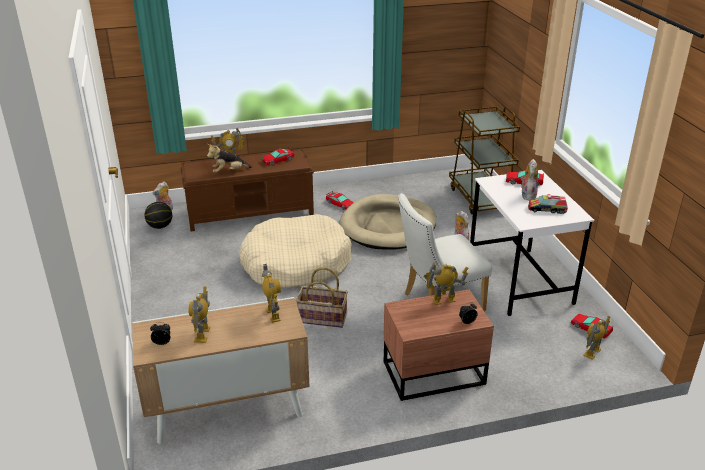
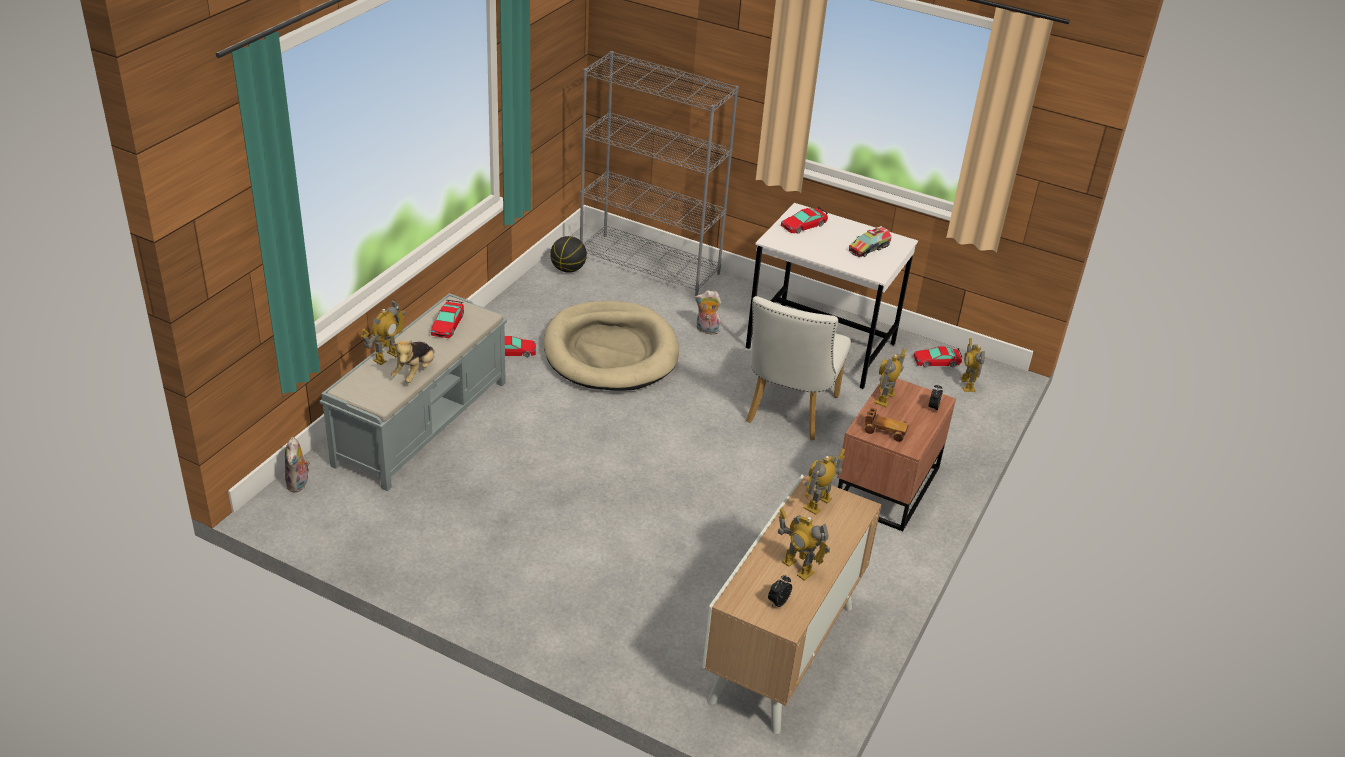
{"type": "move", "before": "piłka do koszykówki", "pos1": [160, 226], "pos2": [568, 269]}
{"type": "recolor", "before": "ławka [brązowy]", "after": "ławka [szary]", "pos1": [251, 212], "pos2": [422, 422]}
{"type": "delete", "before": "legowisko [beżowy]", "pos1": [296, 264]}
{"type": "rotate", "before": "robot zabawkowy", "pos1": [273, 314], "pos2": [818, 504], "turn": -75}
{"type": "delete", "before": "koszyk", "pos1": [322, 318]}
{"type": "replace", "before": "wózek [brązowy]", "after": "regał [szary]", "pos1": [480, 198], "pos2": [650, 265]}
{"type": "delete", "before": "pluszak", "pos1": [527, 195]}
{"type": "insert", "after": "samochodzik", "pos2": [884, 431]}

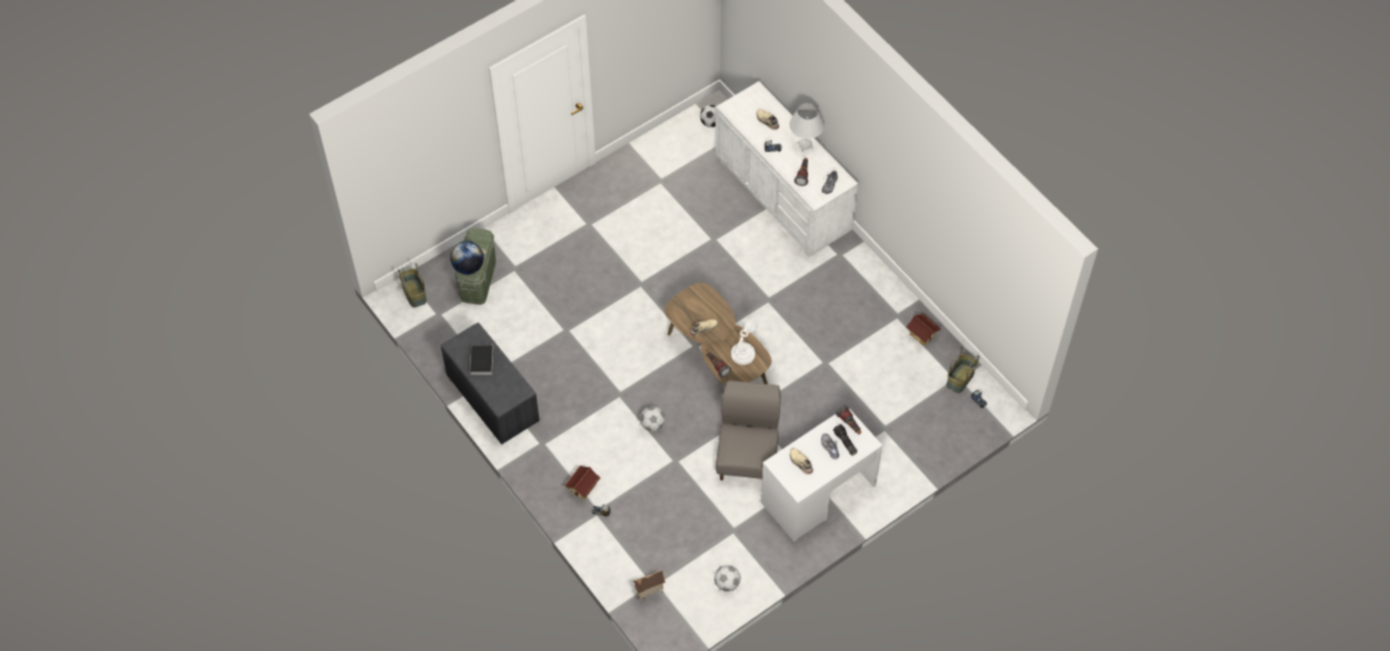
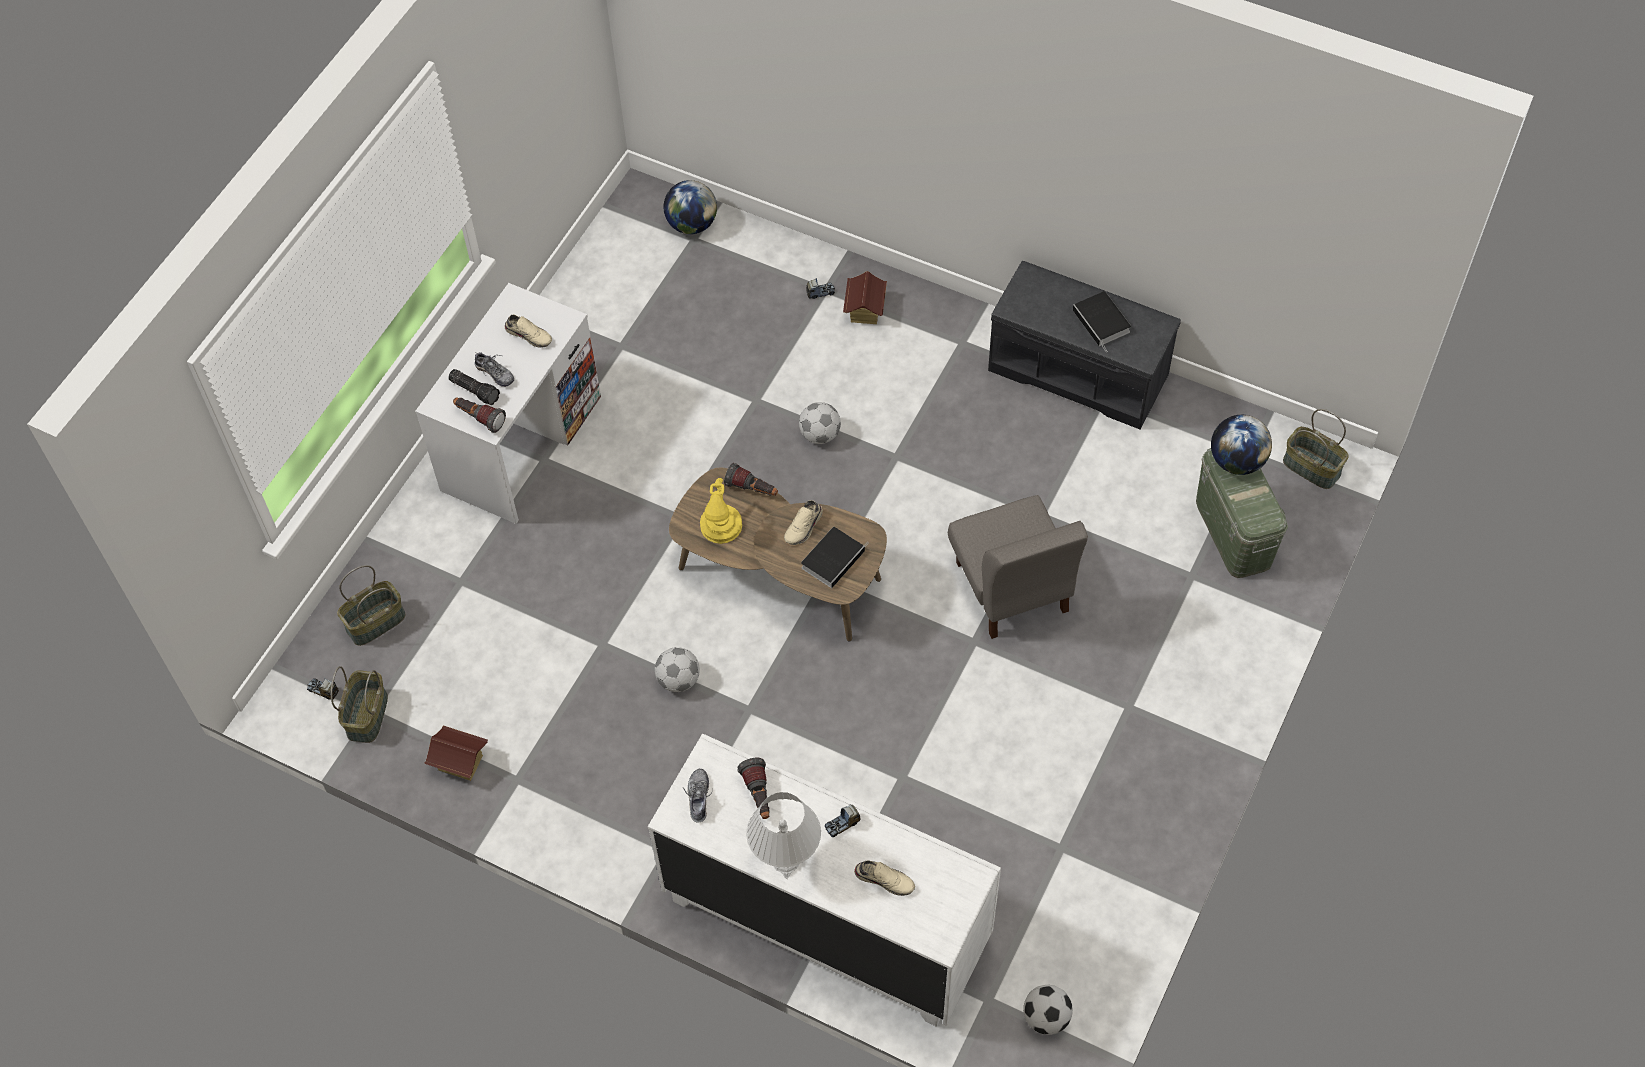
{"type": "replace", "before": "domek", "after": "globus", "pos1": [650, 595], "pos2": [692, 224]}
{"type": "move", "before": "piłka futbolowa", "pos1": [727, 583], "pos2": [678, 679]}
{"type": "move", "before": "krzesło [szary]", "pos1": [747, 457], "pos2": [1011, 588]}
{"type": "recolor", "before": "lampa stołowa [biały]", "after": "lampa stołowa [żółty]", "pos1": [743, 352], "pos2": [721, 529]}
{"type": "insert", "after": "koszyk", "pos2": [375, 623]}
{"type": "insert", "after": "książka", "pos2": [833, 558]}

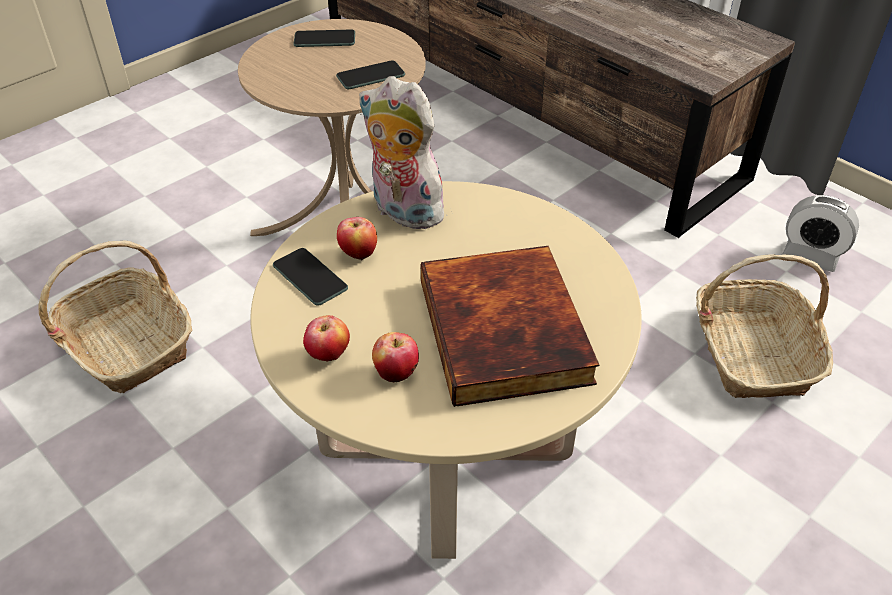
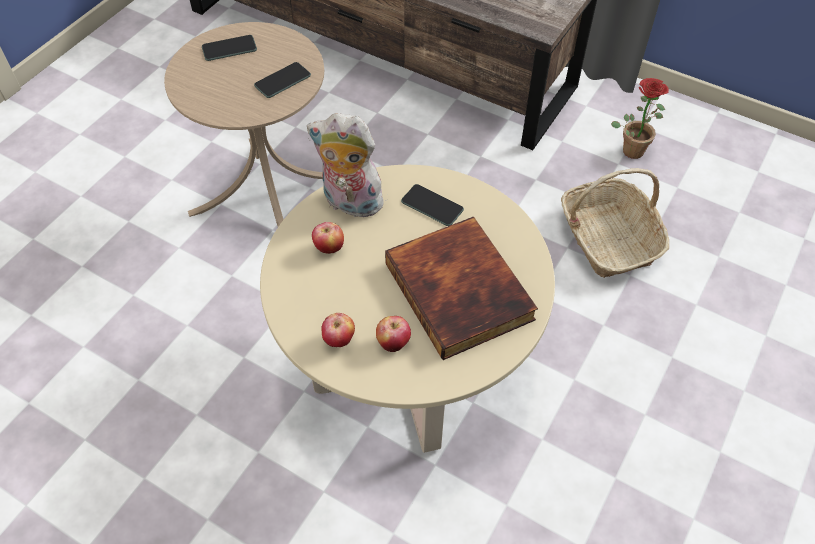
{"type": "delete", "before": "koszyk", "pos1": [127, 344]}
{"type": "move", "before": "telefon", "pos1": [310, 277], "pos2": [432, 206]}
{"type": "replace", "before": "budzik", "after": "roślina doniczkowa", "pos1": [810, 256], "pos2": [633, 147]}

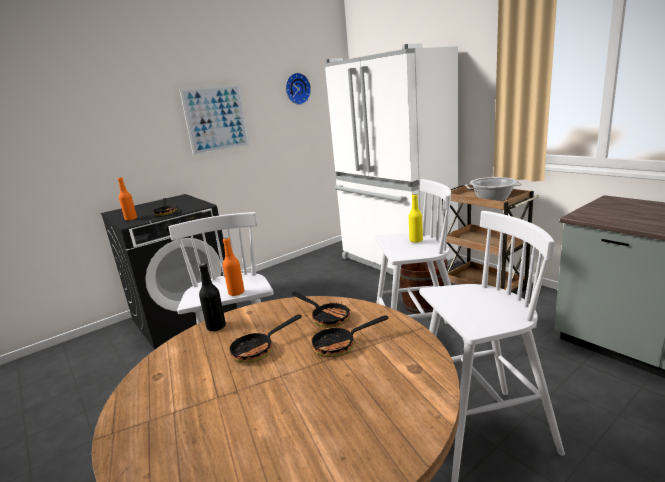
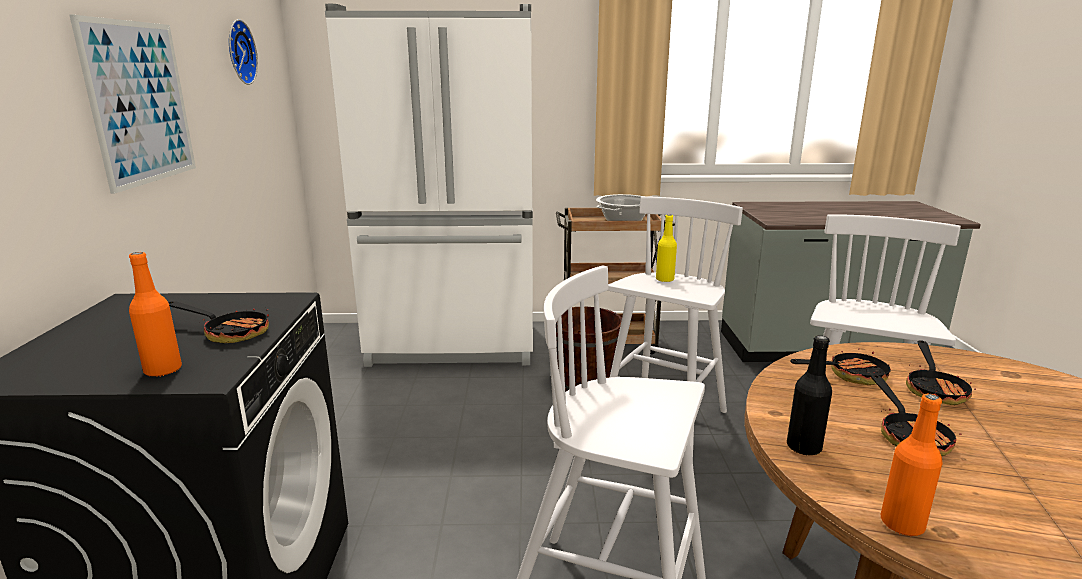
{"type": "move", "before": "butelka [pomarańczowy]", "pos1": [236, 293], "pos2": [902, 524]}

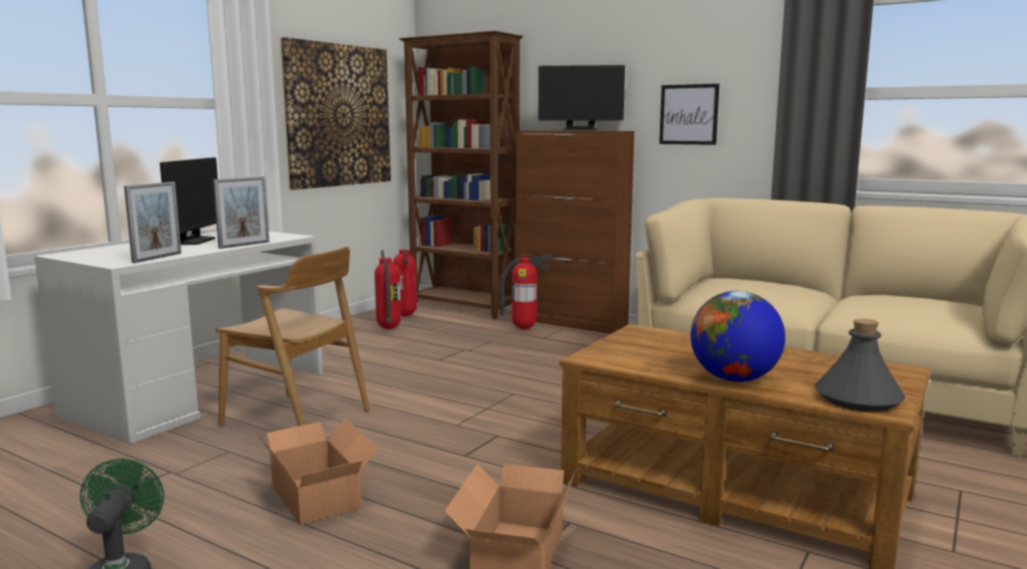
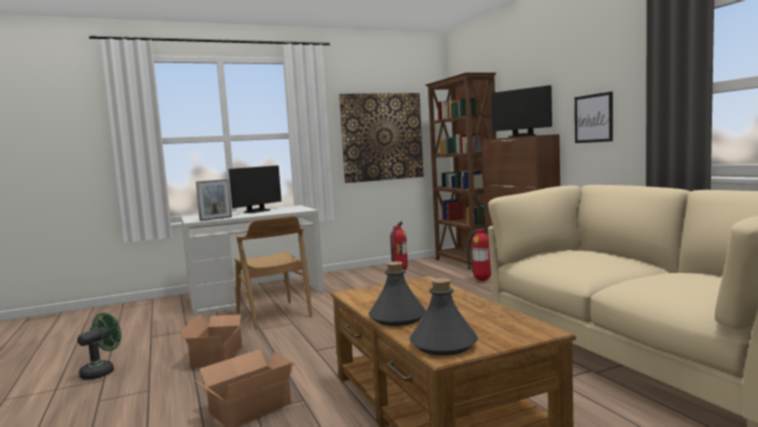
{"type": "delete", "before": "ramka na zdjęcie", "pos1": [244, 245]}
{"type": "delete", "before": "gaśnica", "pos1": [406, 316]}
{"type": "replace", "before": "globus", "after": "butelka [szary]", "pos1": [734, 379], "pos2": [397, 318]}

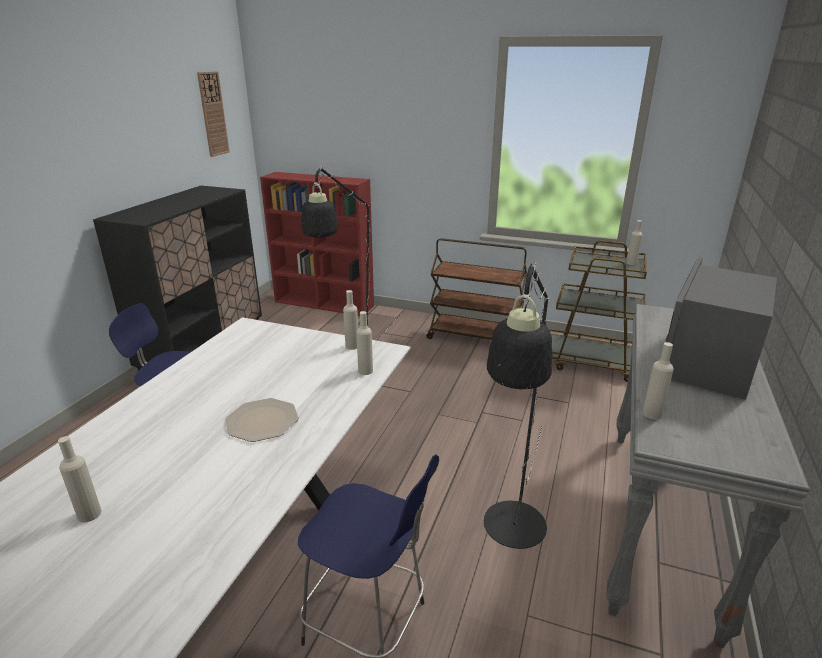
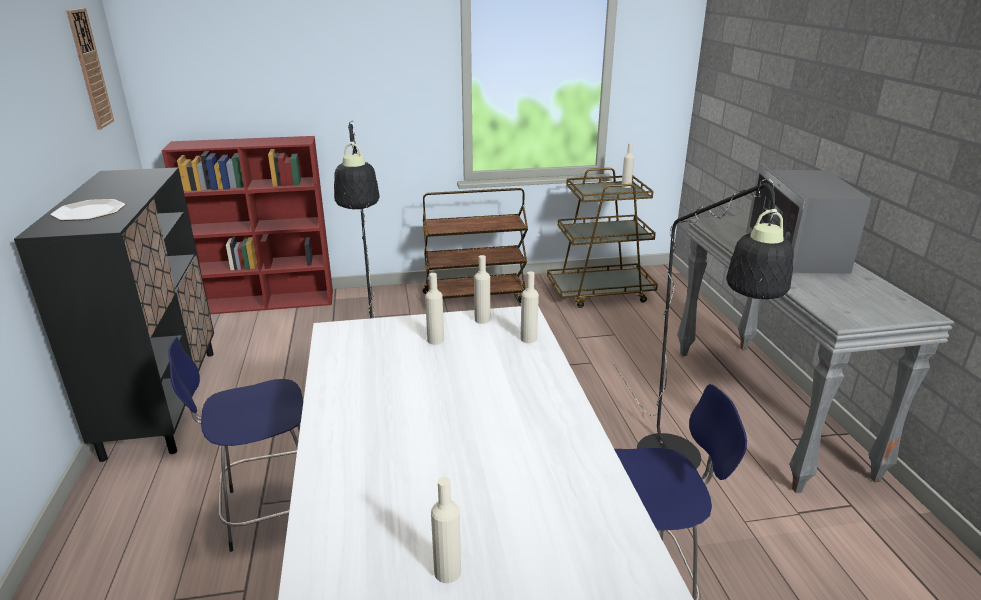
{"type": "move", "before": "talerz", "pos1": [263, 421], "pos2": [90, 211]}
{"type": "move", "before": "butelka [beżowy]", "pos1": [652, 414], "pos2": [435, 340]}

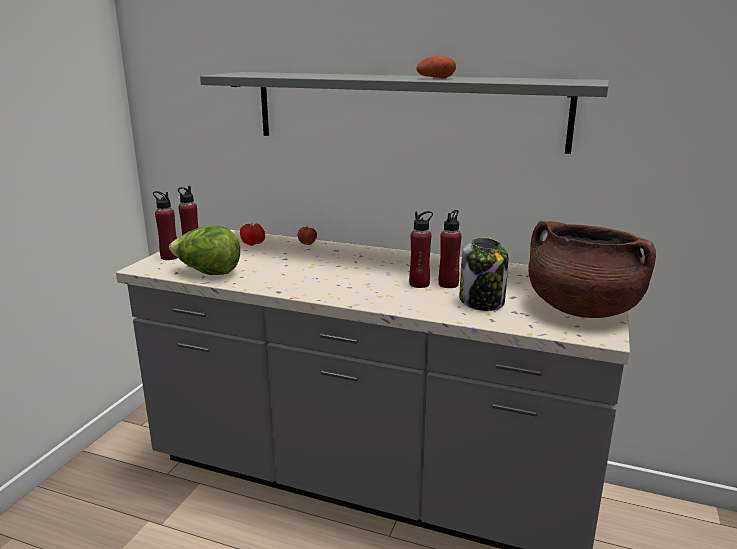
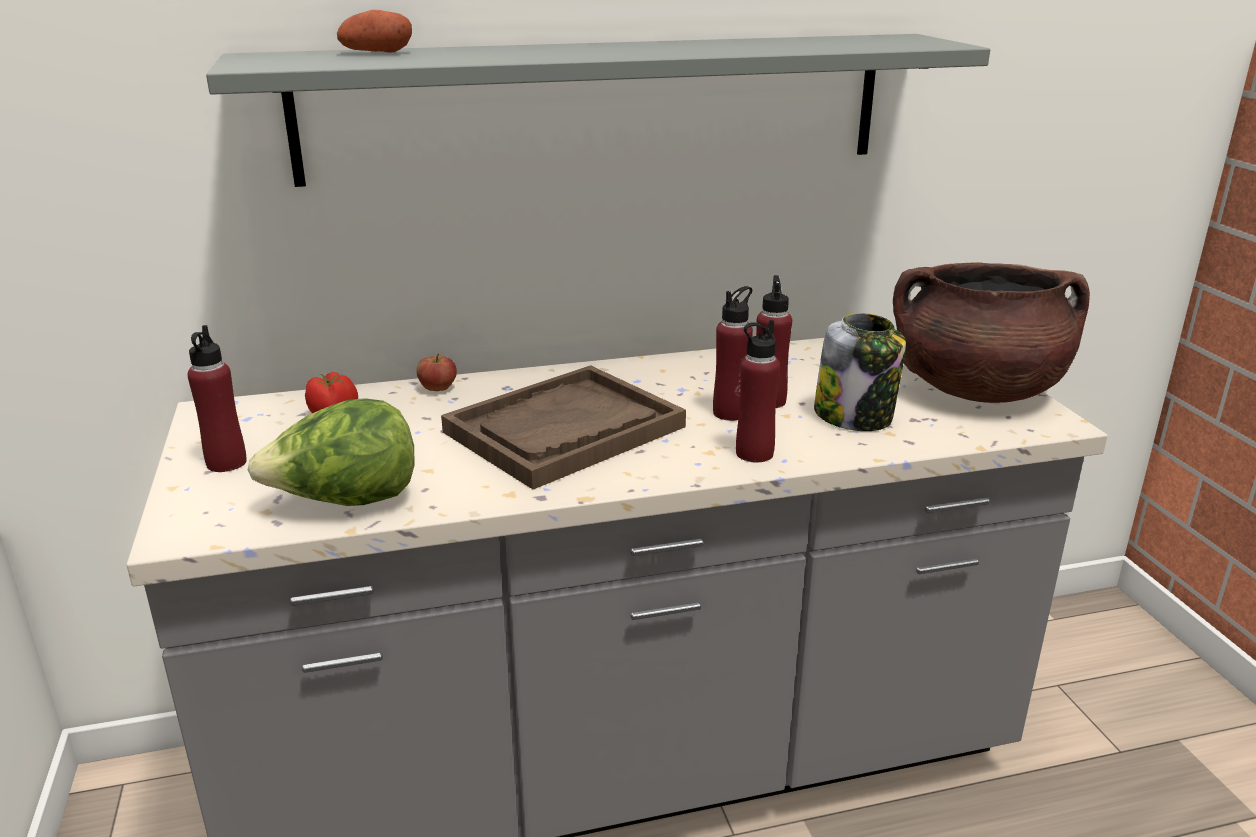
{"type": "move", "before": "butelka [czerwony]", "pos1": [170, 257], "pos2": [754, 453]}
{"type": "move", "before": "ziemniak", "pos1": [435, 78], "pos2": [376, 53]}
{"type": "insert", "after": "taca [brązowy]", "pos2": [564, 430]}

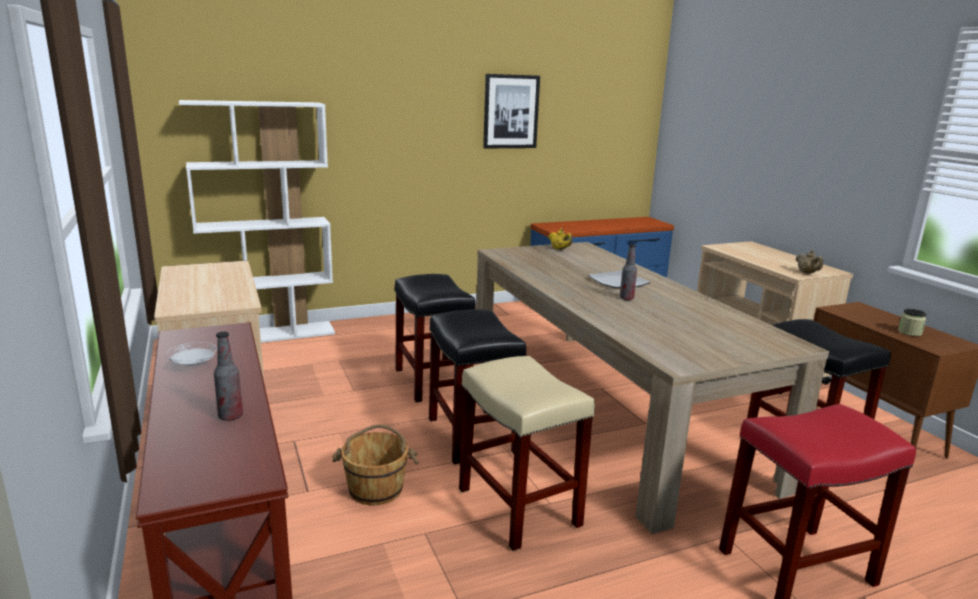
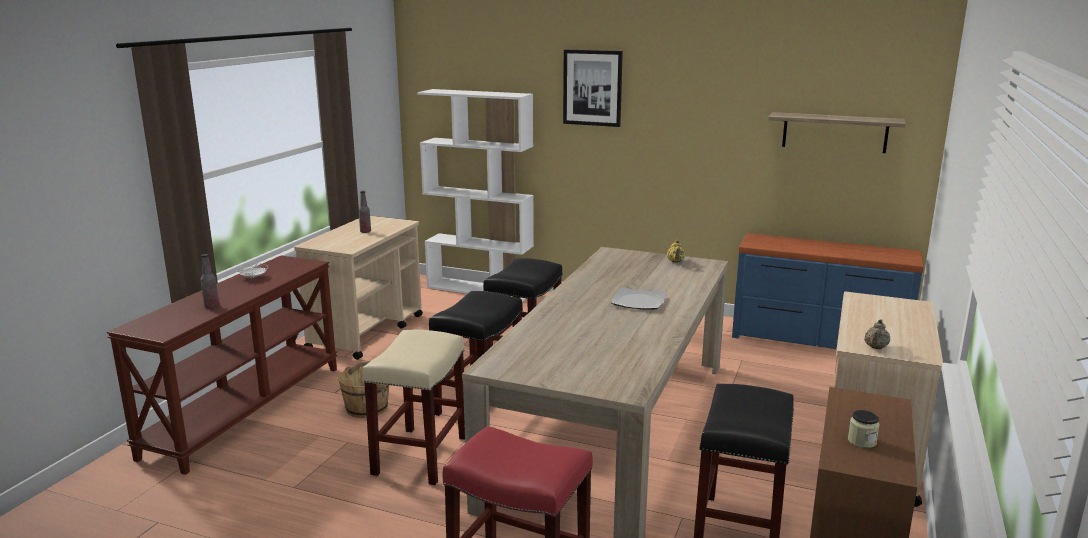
{"type": "move", "before": "obraz", "pos1": [511, 111], "pos2": [592, 88]}
{"type": "move", "before": "butelka", "pos1": [626, 298], "pos2": [365, 232]}
{"type": "insert", "after": "półka", "pos2": [834, 132]}

